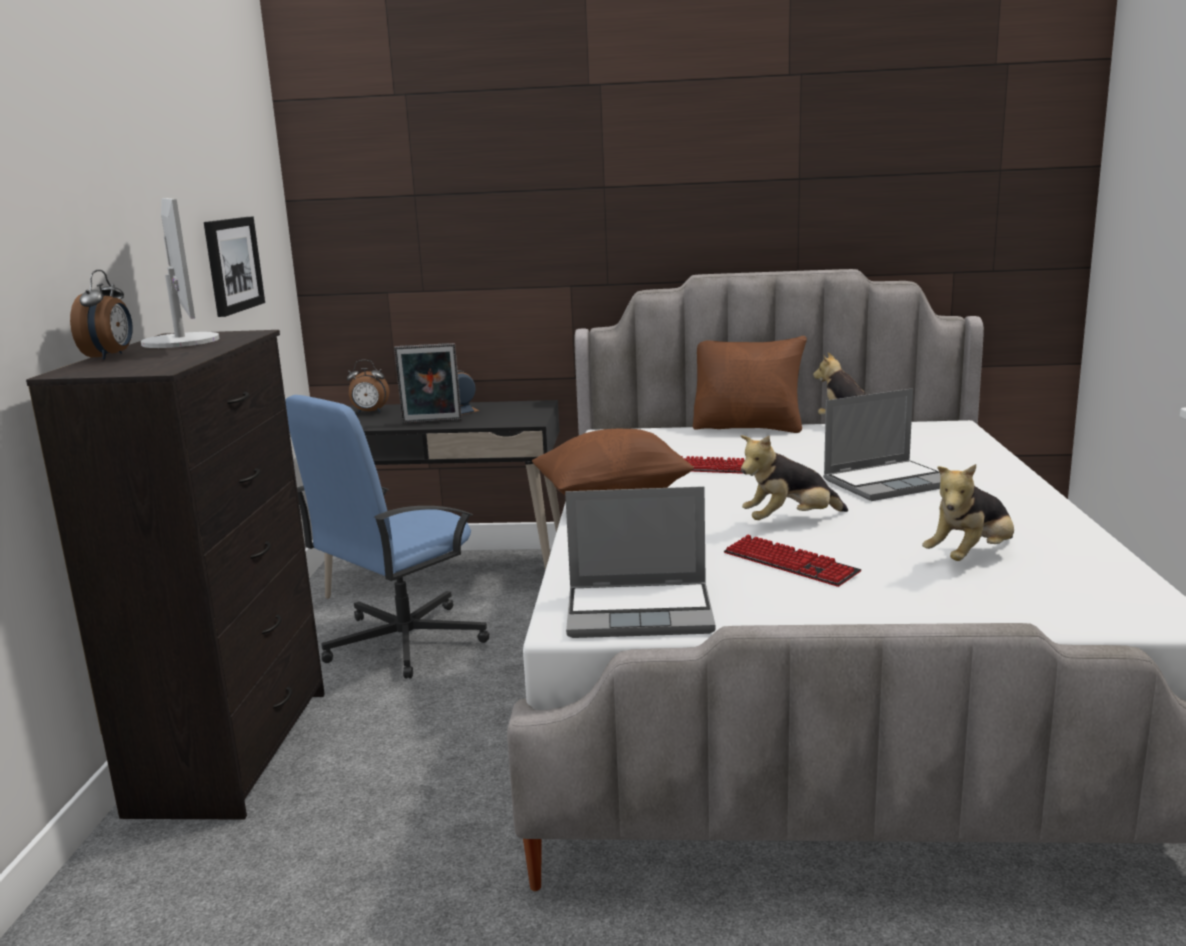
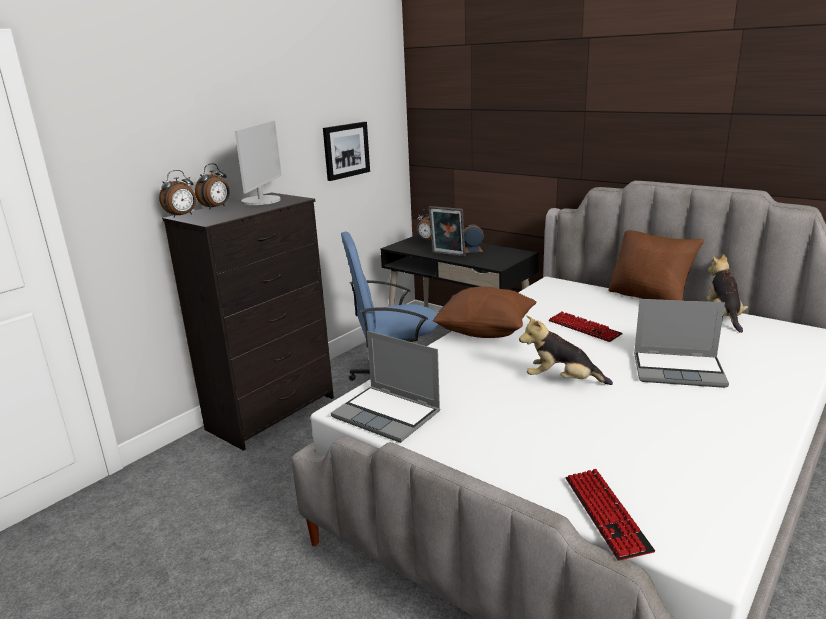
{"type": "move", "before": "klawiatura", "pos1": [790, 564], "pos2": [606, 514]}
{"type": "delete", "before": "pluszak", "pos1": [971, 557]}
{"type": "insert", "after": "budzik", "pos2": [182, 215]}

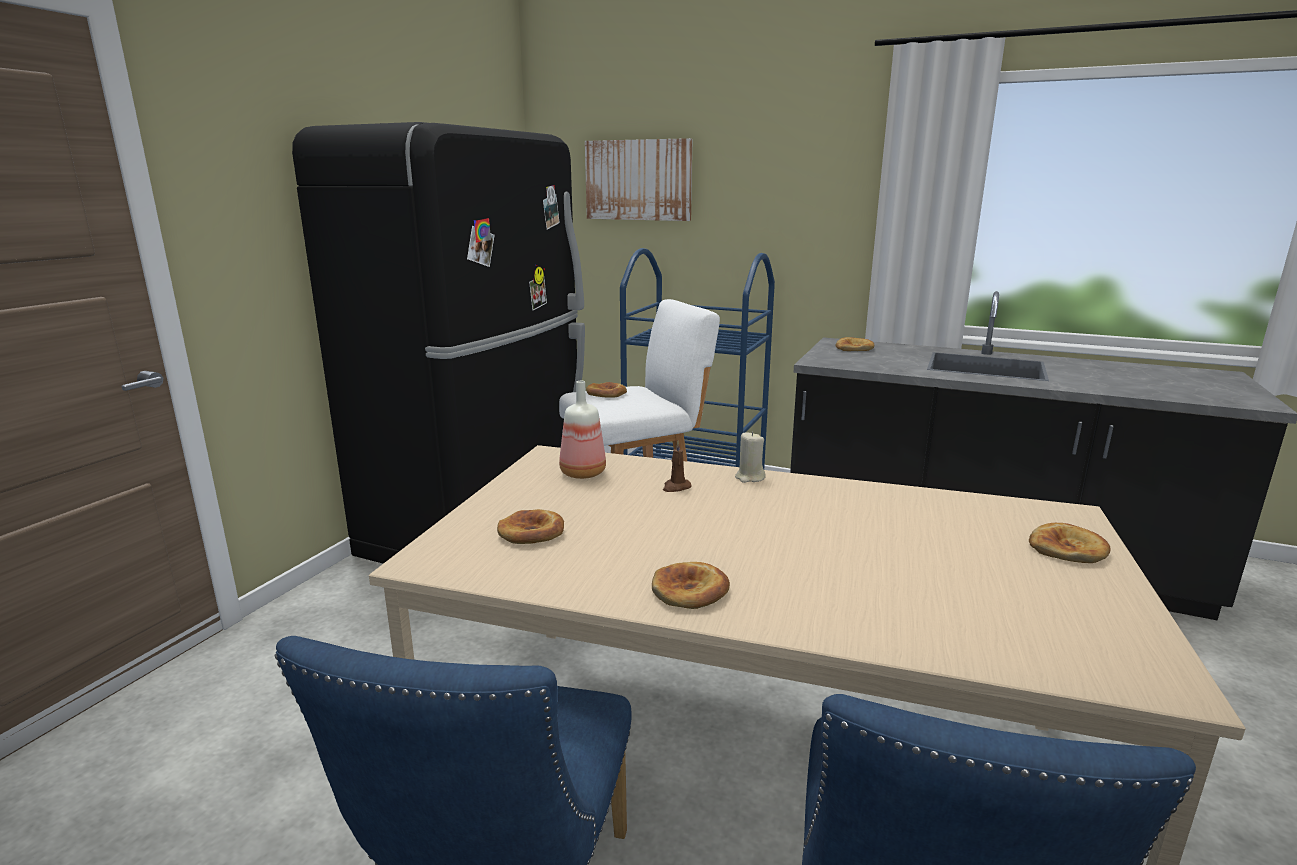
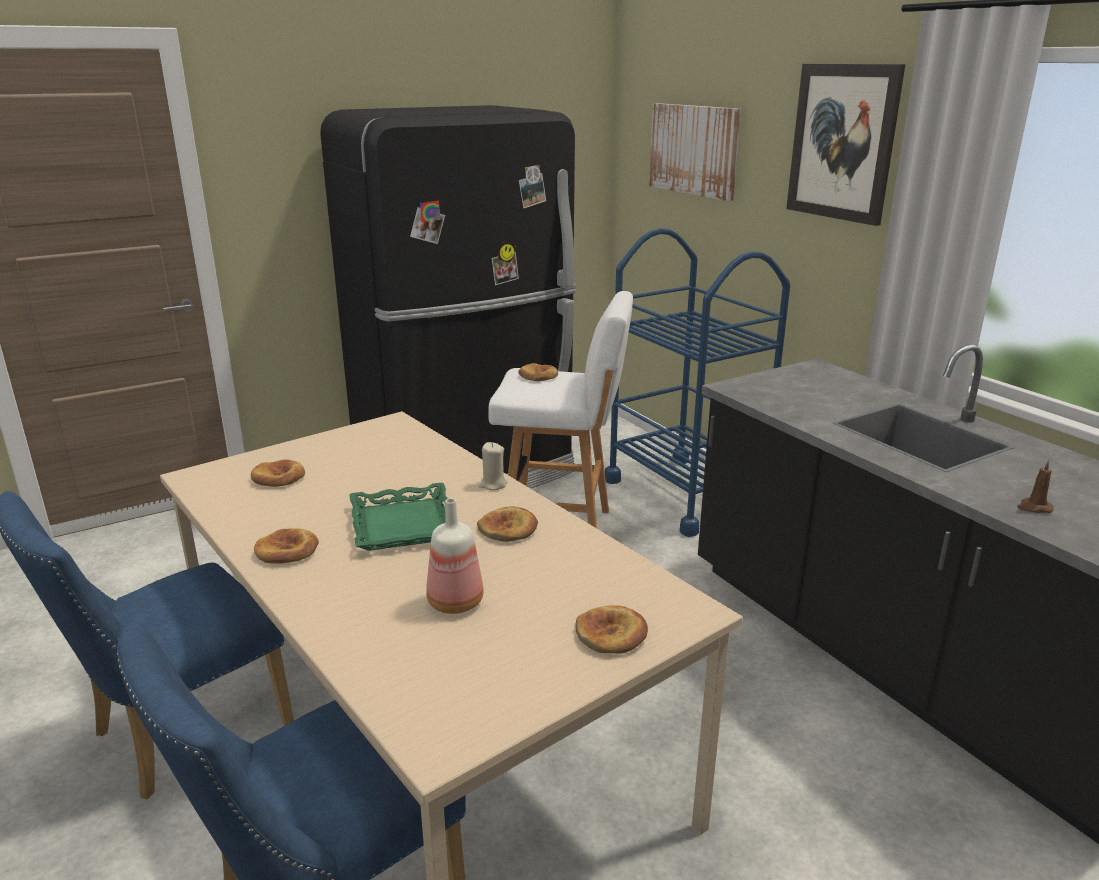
{"type": "move", "before": "butelka", "pos1": [581, 473], "pos2": [453, 602]}
{"type": "move", "before": "świeca [brązowy]", "pos1": [676, 487], "pos2": [1034, 508]}
{"type": "move", "before": "chleb", "pos1": [854, 348], "pos2": [508, 529]}
{"type": "insert", "after": "taca [zielony]", "pos2": [402, 525]}
{"type": "insert", "after": "obraz", "pos2": [843, 142]}

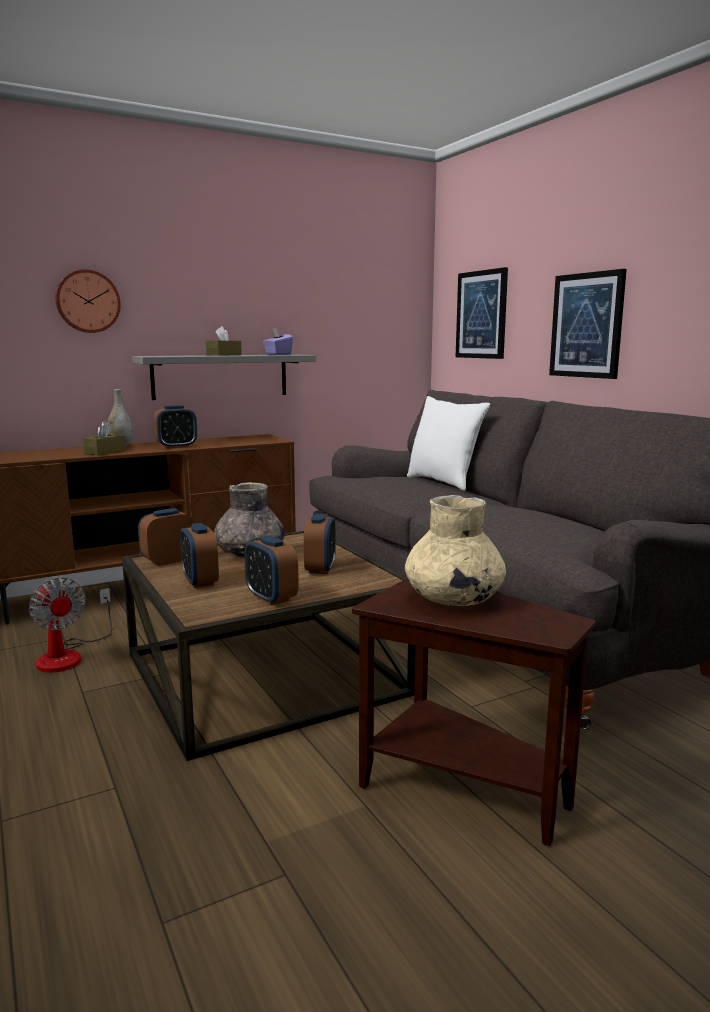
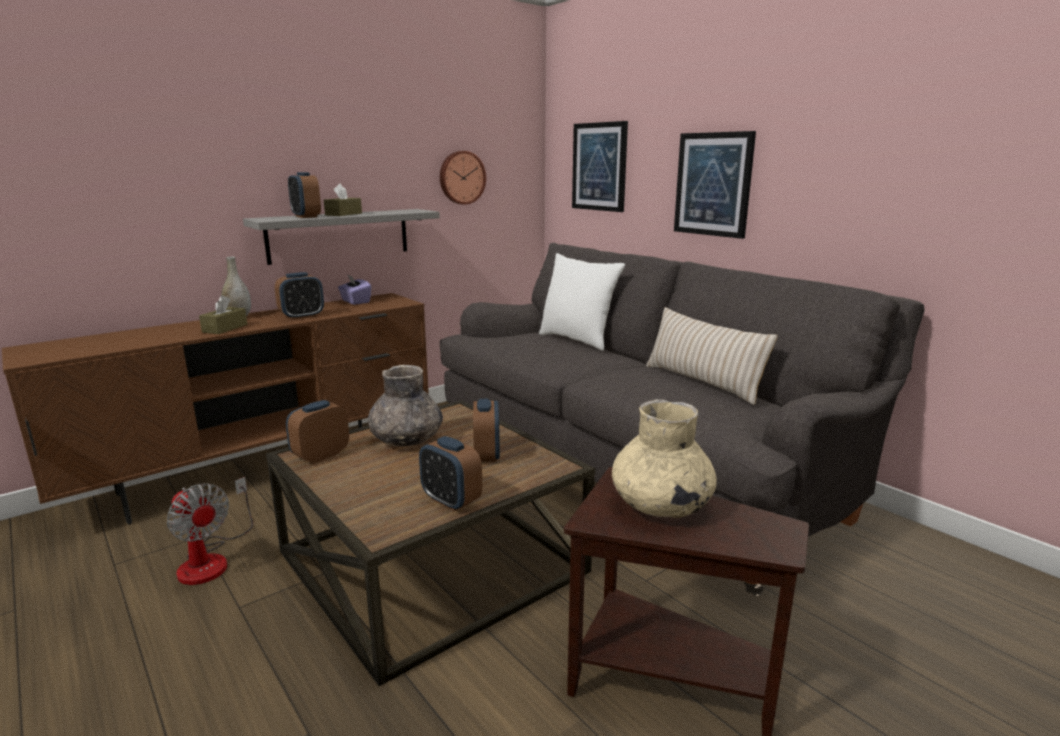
{"type": "move", "before": "zegar ścienny", "pos1": [88, 301], "pos2": [461, 177]}
{"type": "move", "before": "budzik", "pos1": [200, 581], "pos2": [306, 216]}
{"type": "move", "before": "pudełko chusteczek [fioletowy]", "pos1": [278, 354], "pos2": [355, 301]}
{"type": "insert", "after": "poduszka [beżowy]", "pos2": [702, 382]}

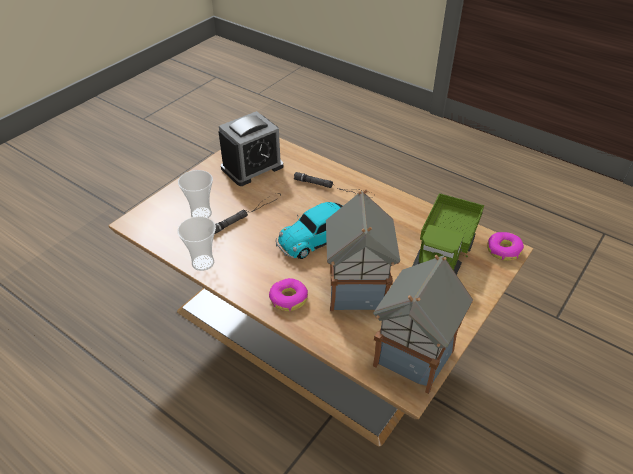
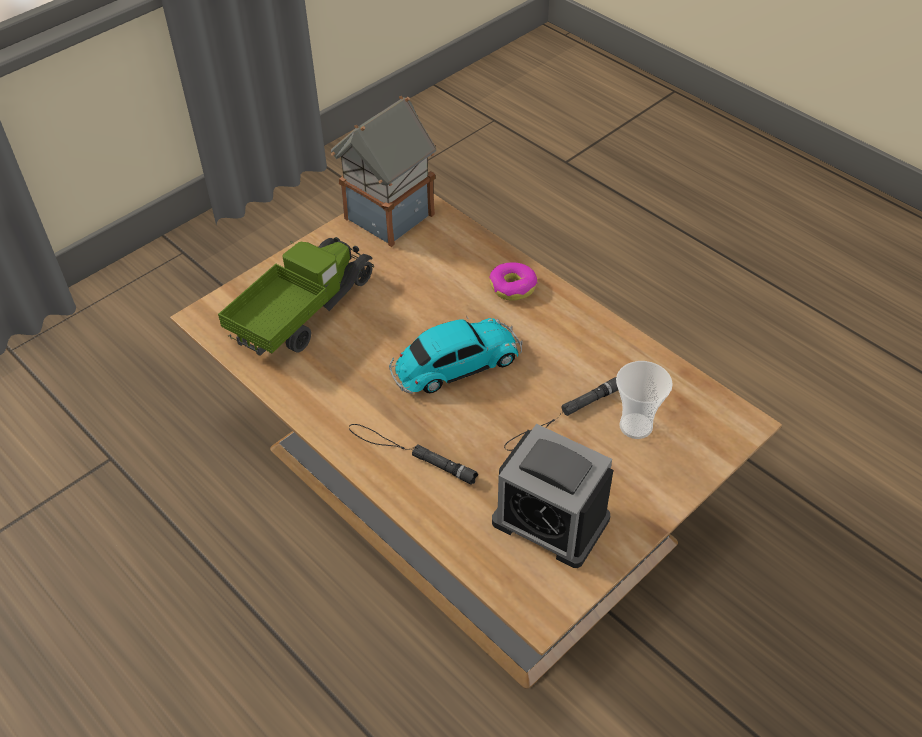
{"type": "delete", "before": "filiżanka", "pos1": [203, 263]}
{"type": "rotate", "before": "budzik", "pos1": [252, 167], "pos2": [550, 520], "turn": -120}
{"type": "delete", "before": "domek", "pos1": [358, 291]}
{"type": "delete", "before": "donut", "pos1": [503, 250]}

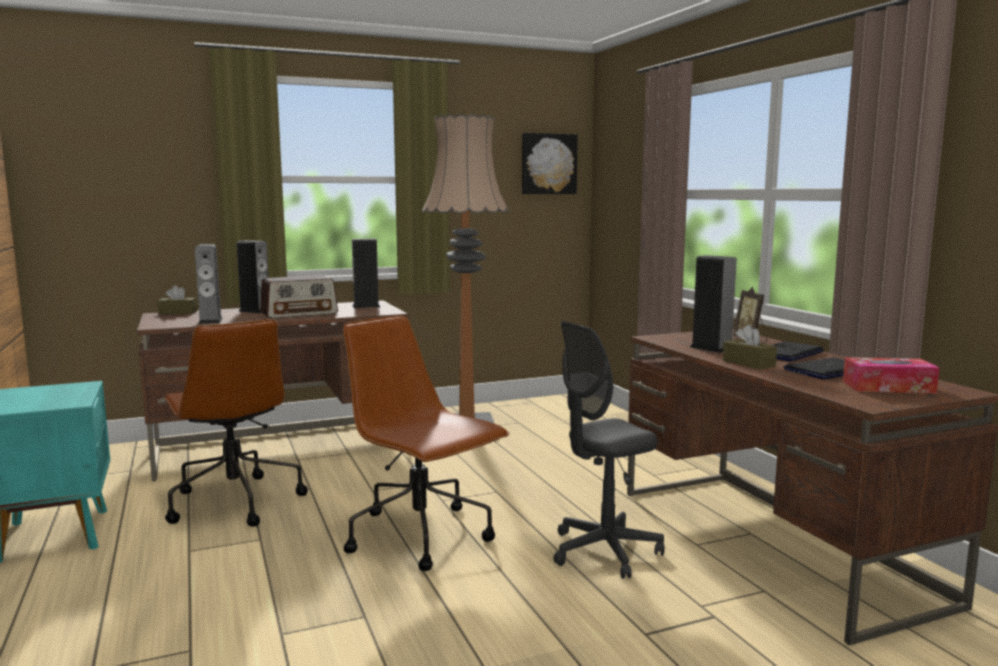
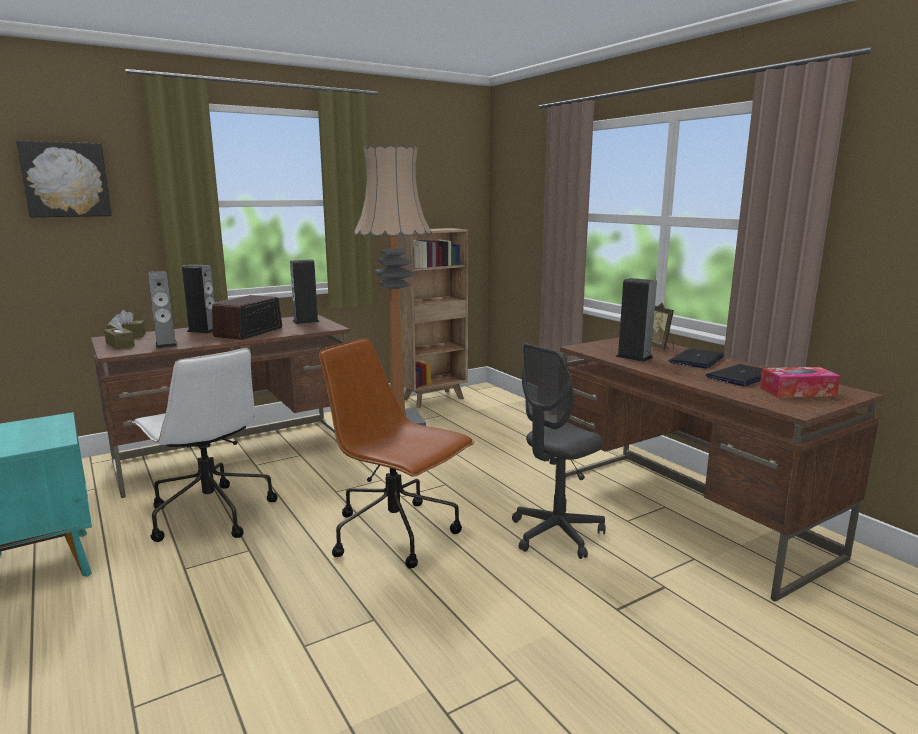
{"type": "recolor", "before": "krzesło biurowe [brązowy]", "after": "krzesło biurowe [biały]", "pos1": [234, 502], "pos2": [210, 513]}
{"type": "rotate", "before": "radio", "pos1": [299, 313], "pos2": [248, 332], "turn": 150}
{"type": "move", "before": "obraz", "pos1": [548, 164], "pos2": [65, 180]}
{"type": "move", "before": "pudełko chusteczek [brązowy]", "pos1": [748, 363], "pos2": [120, 345]}
{"type": "insert", "after": "regał [brązowy]", "pos2": [434, 399]}

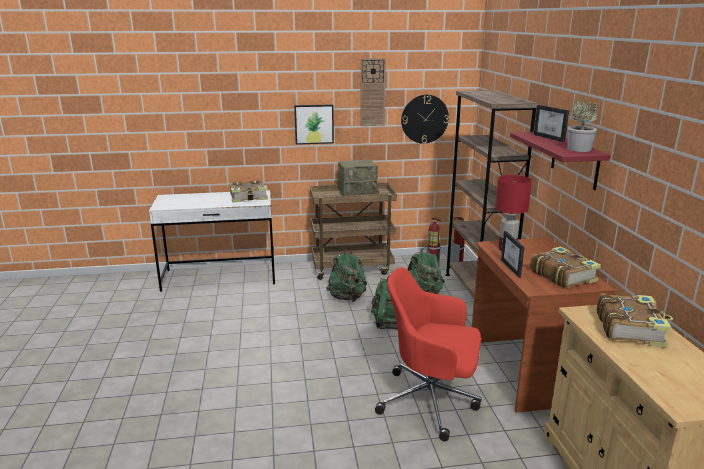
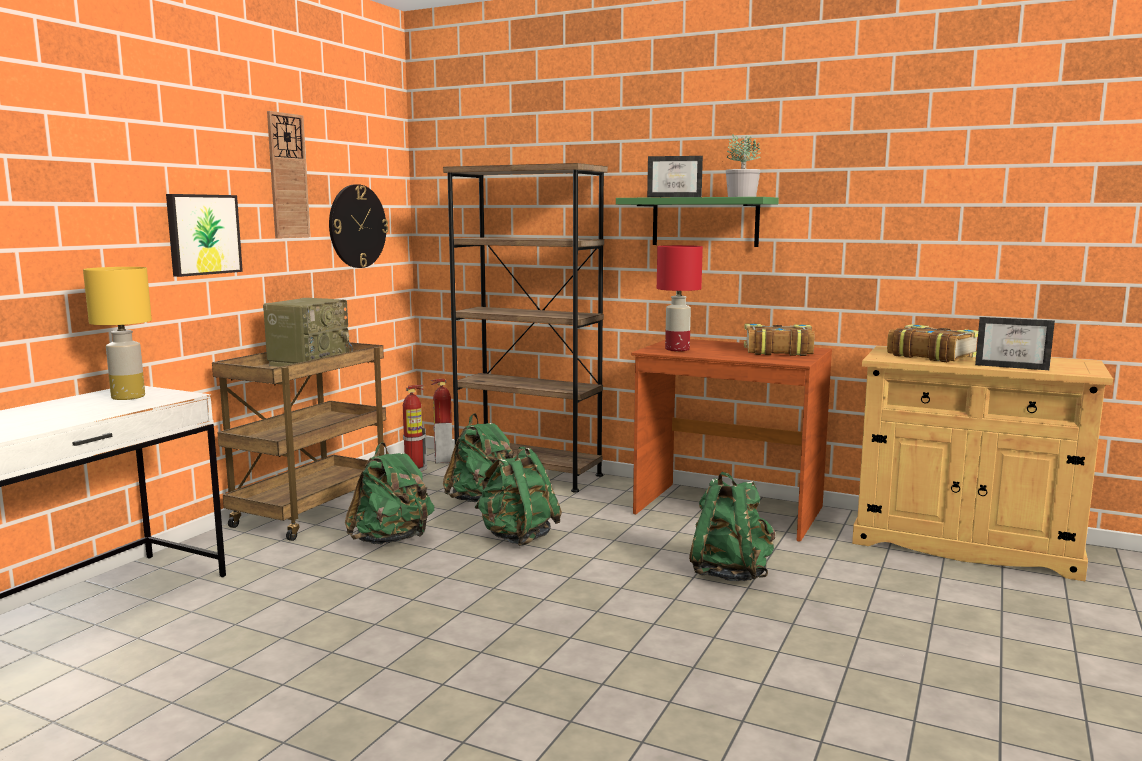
{"type": "replace", "before": "książka", "after": "lampa stołowa [żółty]", "pos1": [249, 197], "pos2": [128, 397]}
{"type": "replace", "before": "krzesło biurowe [czerwony]", "after": "plecak [zielony]", "pos1": [431, 401], "pos2": [730, 573]}
{"type": "move", "before": "ramka na zdjęcie", "pos1": [515, 268], "pos2": [1013, 366]}
{"type": "recolor", "before": "półka [czerwony]", "after": "półka [zielony]", "pos1": [575, 160], "pos2": [705, 222]}

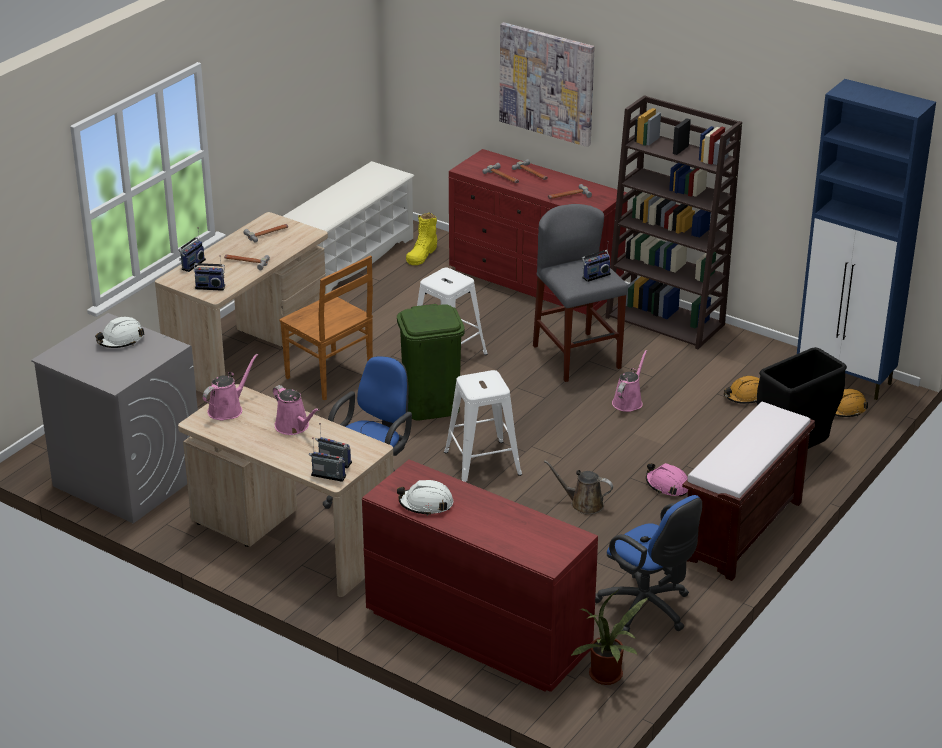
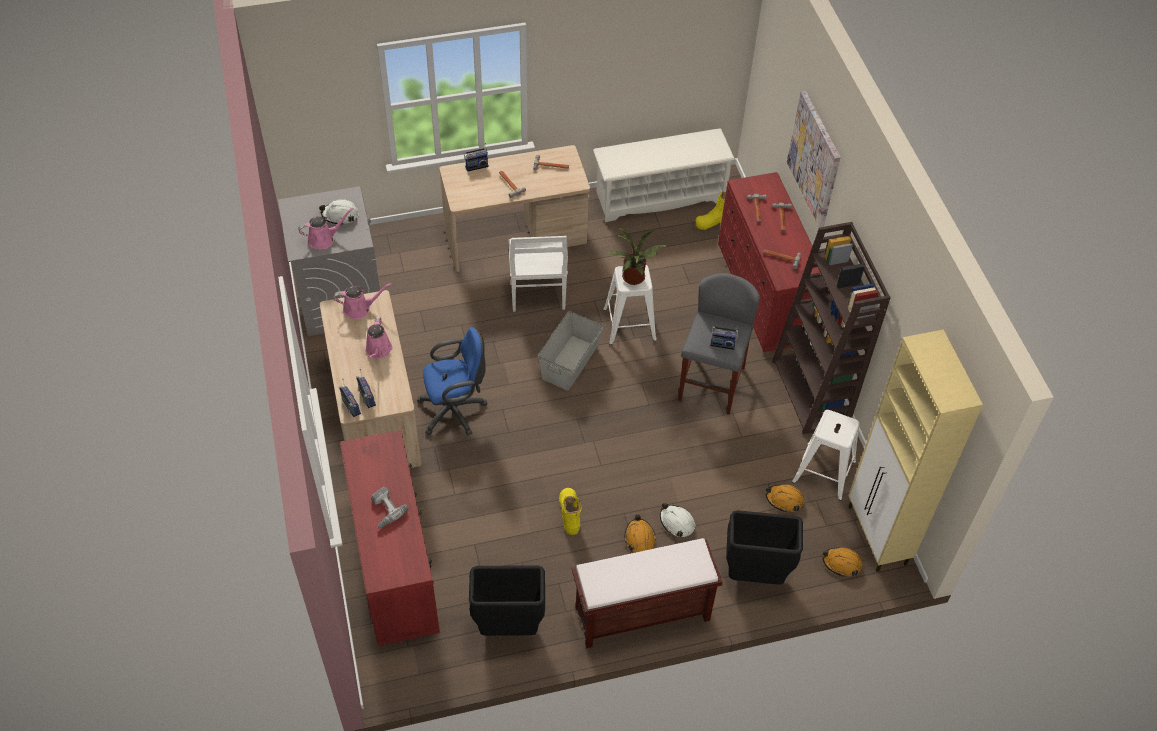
{"type": "delete", "before": "radio", "pos1": [210, 286]}
{"type": "recolor", "before": "krzesło [brązowy]", "after": "krzesło [biały]", "pos1": [330, 377], "pos2": [537, 294]}
{"type": "replace", "before": "kosz na śmieci [zielony]", "after": "pojemnik do przechowywania [szary]", "pos1": [432, 406], "pos2": [570, 362]}
{"type": "move", "before": "kask [biały]", "pos1": [426, 504], "pos2": [677, 522]}
{"type": "move", "before": "stołek [biały]", "pos1": [481, 462], "pos2": [823, 470]}
{"type": "replace", "before": "konewka [brązowy]", "after": "but z cholewką [żółty]", "pos1": [583, 504], "pos2": [569, 513]}
{"type": "move", "before": "roślina doniczkowa", "pos1": [607, 677], "pos2": [633, 279]}
{"type": "replace", "before": "krzesło biurowe [niebieski]", "after": "kosz na śmieci [czarny]", "pos1": [648, 610], "pos2": [509, 629]}
{"type": "move", "before": "konewka [różowy]", "pos1": [628, 401], "pos2": [324, 239]}
{"type": "recolor", "before": "kask [różowy]", "after": "kask [pomarańczowy]", "pos1": [667, 486], "pos2": [639, 538]}
{"type": "recolor", "before": "szafka [niebieski]", "after": "szafka [beżowy]", "pos1": [845, 379], "pos2": [877, 536]}
{"type": "insert", "after": "wiertarka", "pos2": [384, 510]}

